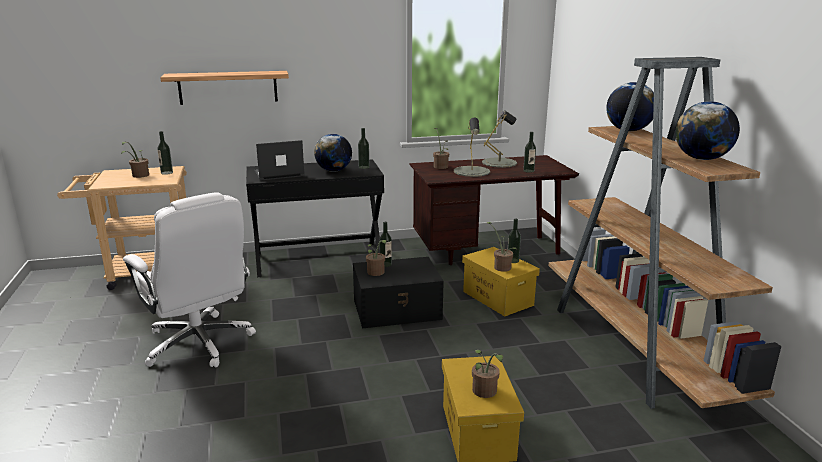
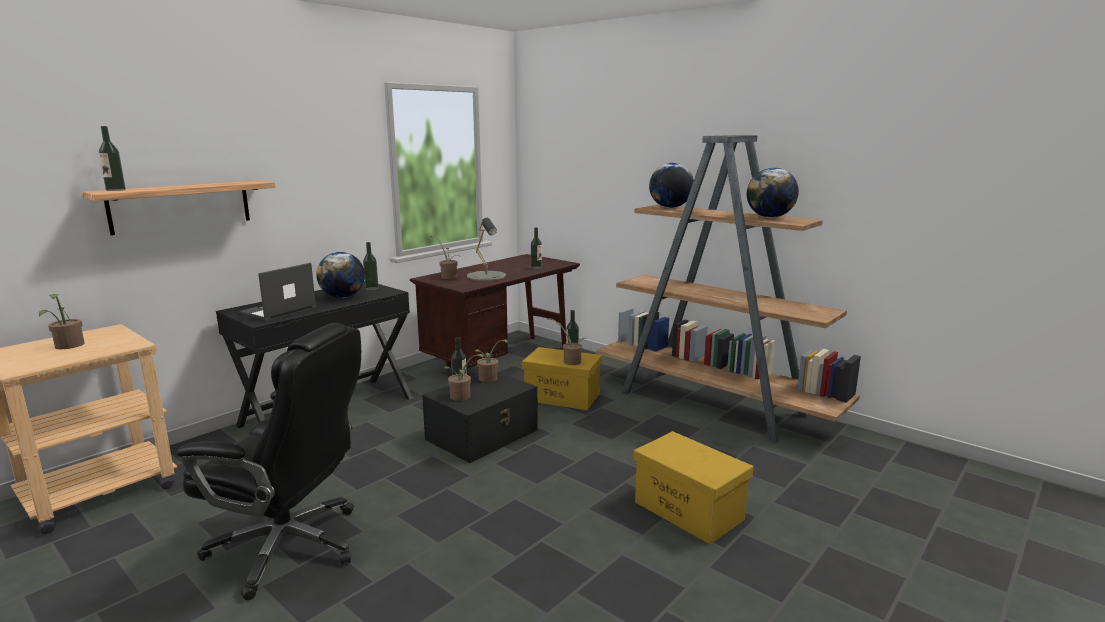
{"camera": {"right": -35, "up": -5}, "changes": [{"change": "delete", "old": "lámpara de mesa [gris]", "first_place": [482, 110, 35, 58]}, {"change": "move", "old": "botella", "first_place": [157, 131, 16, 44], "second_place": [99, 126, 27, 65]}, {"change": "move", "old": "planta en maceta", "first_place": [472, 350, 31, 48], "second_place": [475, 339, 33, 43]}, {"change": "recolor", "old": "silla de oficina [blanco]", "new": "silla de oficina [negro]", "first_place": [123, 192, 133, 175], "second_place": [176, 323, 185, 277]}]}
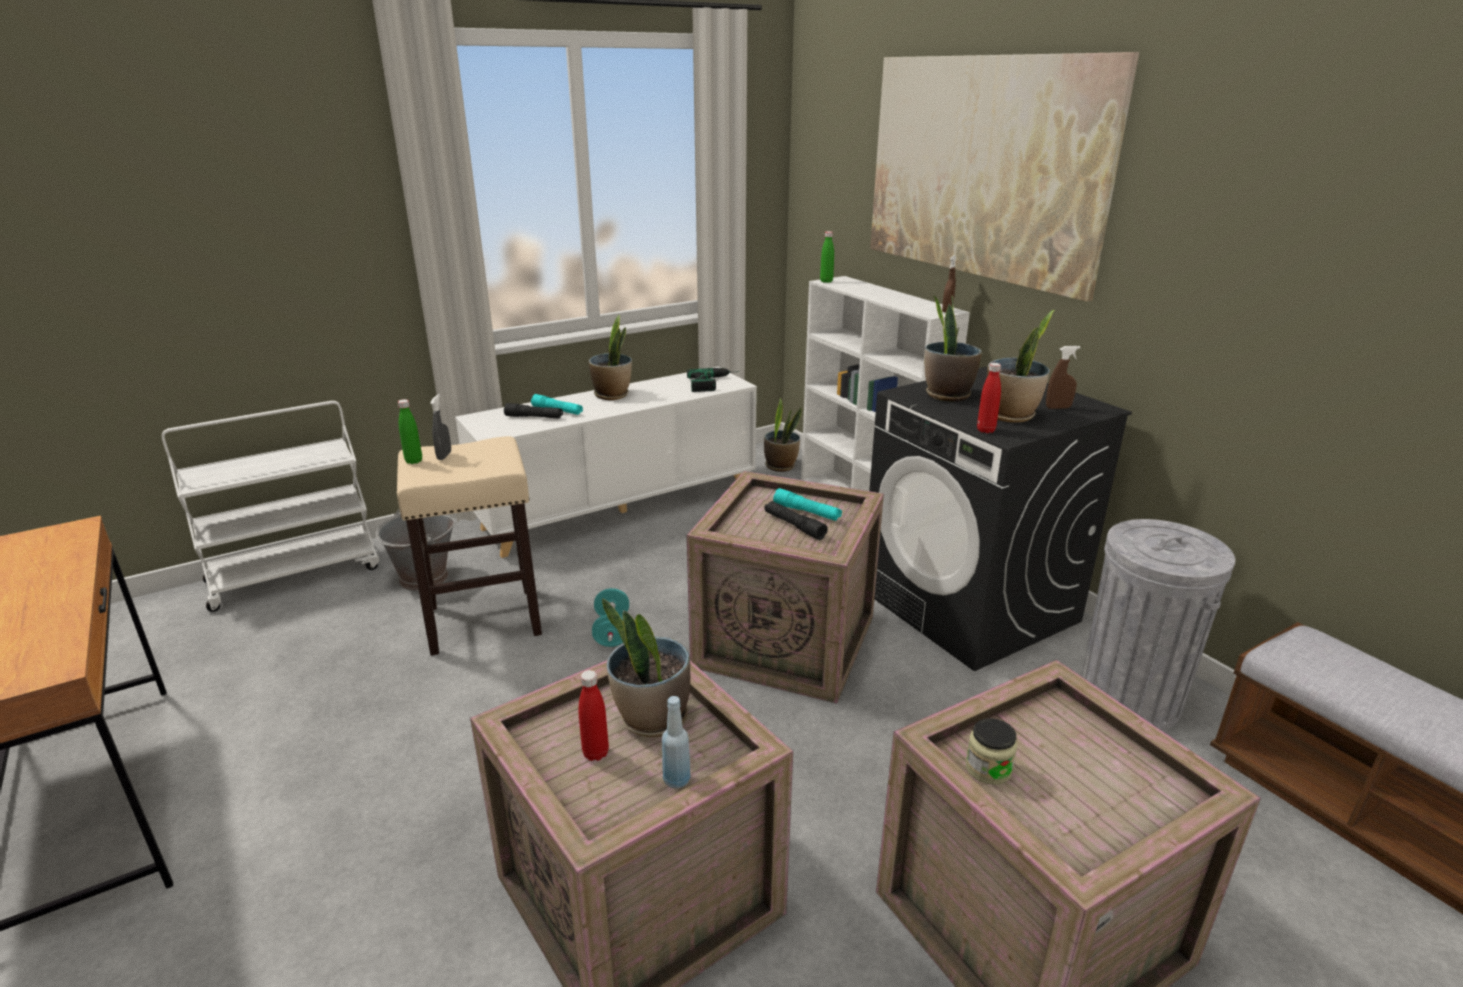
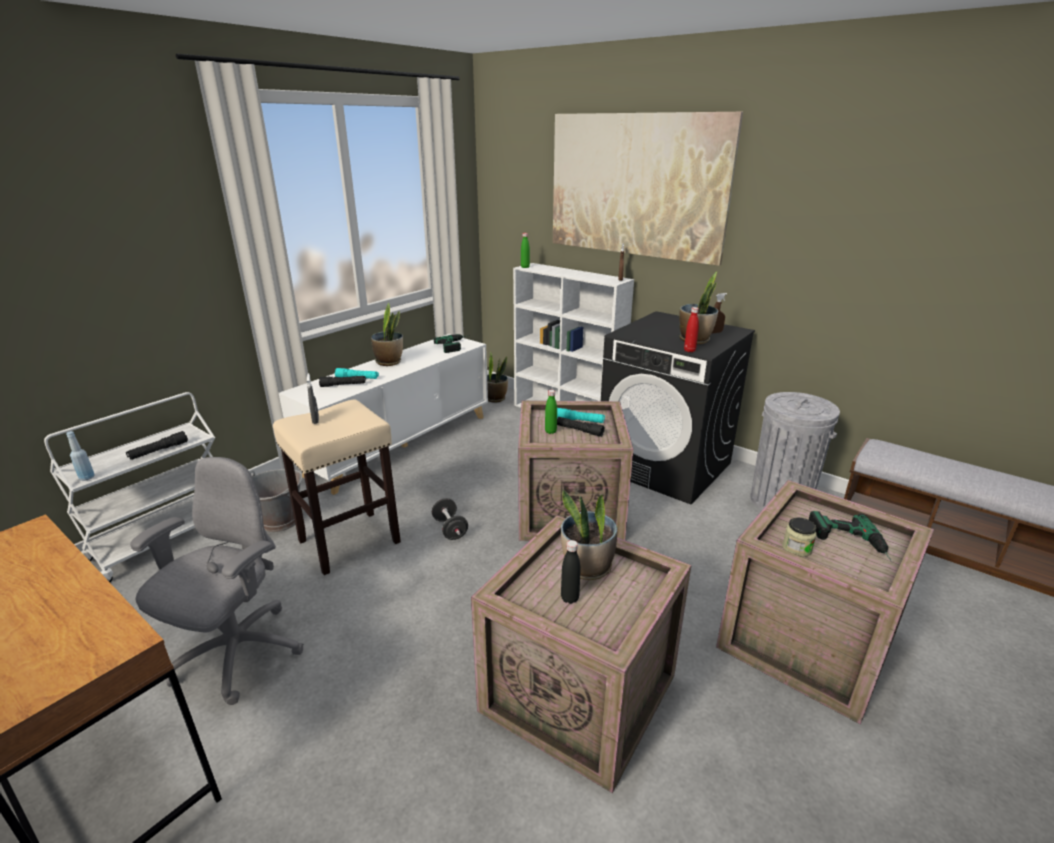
{"camera": {"right": -20, "up": 0}, "changes": [{"change": "delete", "old": "planta en maceta", "first_place": [924, 295, 58, 107]}, {"change": "insert", "new": "linterna [negro]", "second_place": [126, 431, 62, 29]}, {"change": "insert", "new": "silla de oficina [gris]", "second_place": [130, 457, 174, 248]}, {"change": "insert", "new": "taladro", "second_place": [809, 511, 83, 50]}, {"change": "move", "old": "botella [verde]", "first_place": [398, 399, 24, 65], "second_place": [545, 390, 12, 44]}, {"change": "move", "old": "botella [azul]", "first_place": [662, 696, 28, 93], "second_place": [66, 431, 28, 50]}, {"change": "recolor", "old": "botella [rojo]", "new": "botella [negro]", "first_place": [579, 670, 30, 91], "second_place": [561, 540, 20, 64]}, {"change": "recolor", "old": "mancuerna [turquesa]", "new": "mancuerna [negro]", "first_place": [592, 588, 37, 59], "second_place": [432, 498, 36, 42]}]}
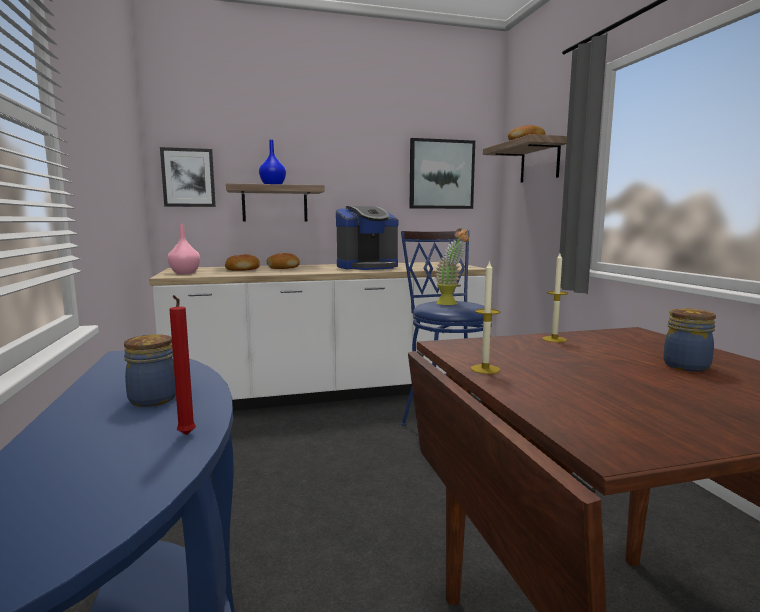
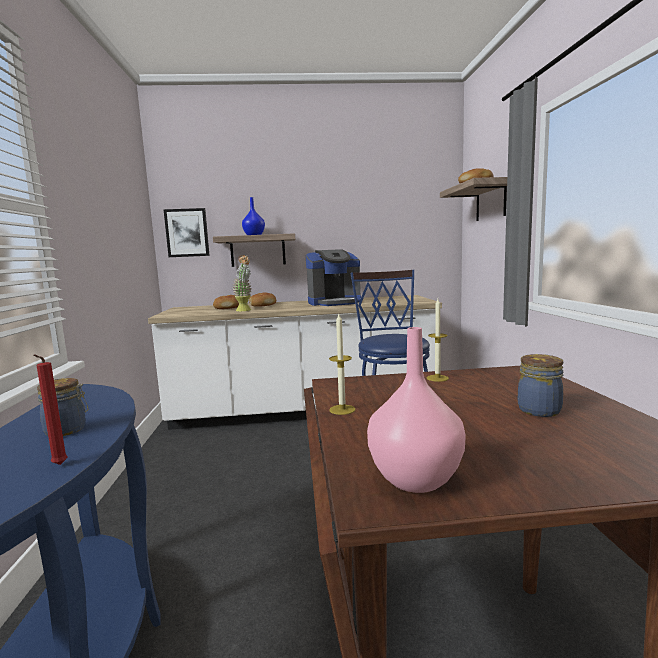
{"camera": {"right": 10, "up": 0}, "changes": [{"change": "delete", "old": "cuadro", "first_place": [410, 138, 65, 71]}, {"change": "move", "old": "florero [rosa]", "first_place": [168, 224, 32, 50], "second_place": [367, 327, 99, 166]}, {"change": "move", "old": "planta en maceta", "first_place": [434, 228, 35, 77], "second_place": [232, 255, 20, 56]}]}
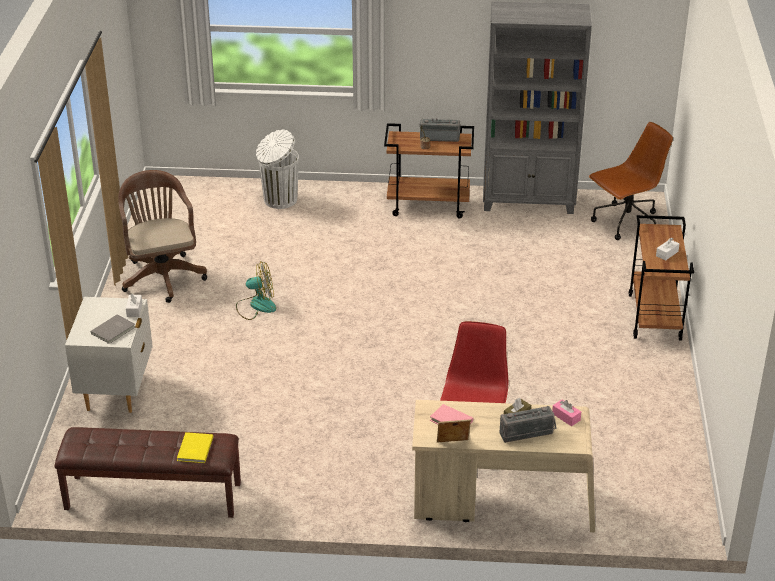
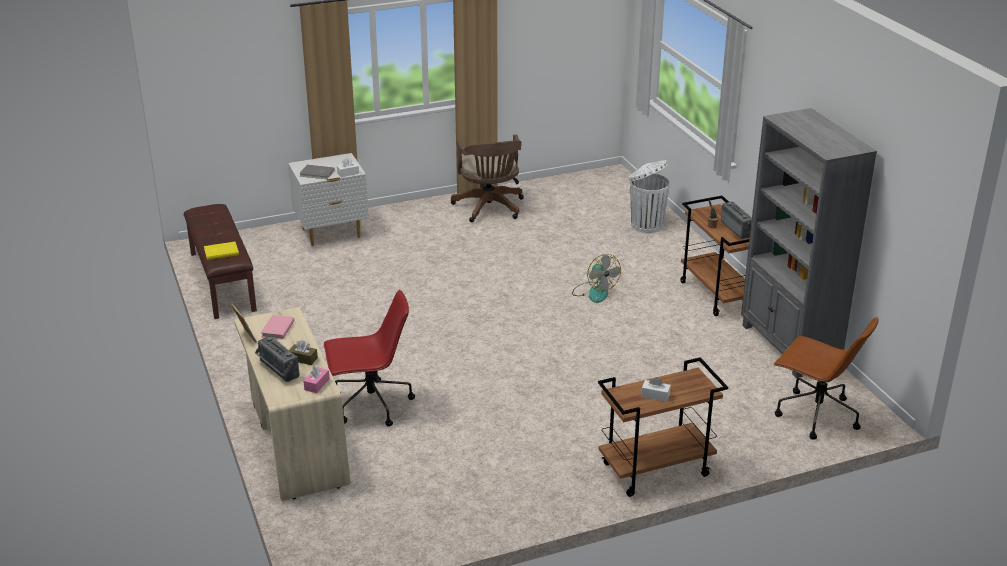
{"camera": {"right": 65, "up": -5}, "changes": [{"change": "move", "old": "ventilador", "first_place": [236, 261, 40, 59], "second_place": [572, 254, 49, 49]}, {"change": "rotate", "old": "silla de oficina [marrón]", "first_place": [118, 170, 89, 133], "second_place": [451, 134, 73, 88], "degrees": 120}]}
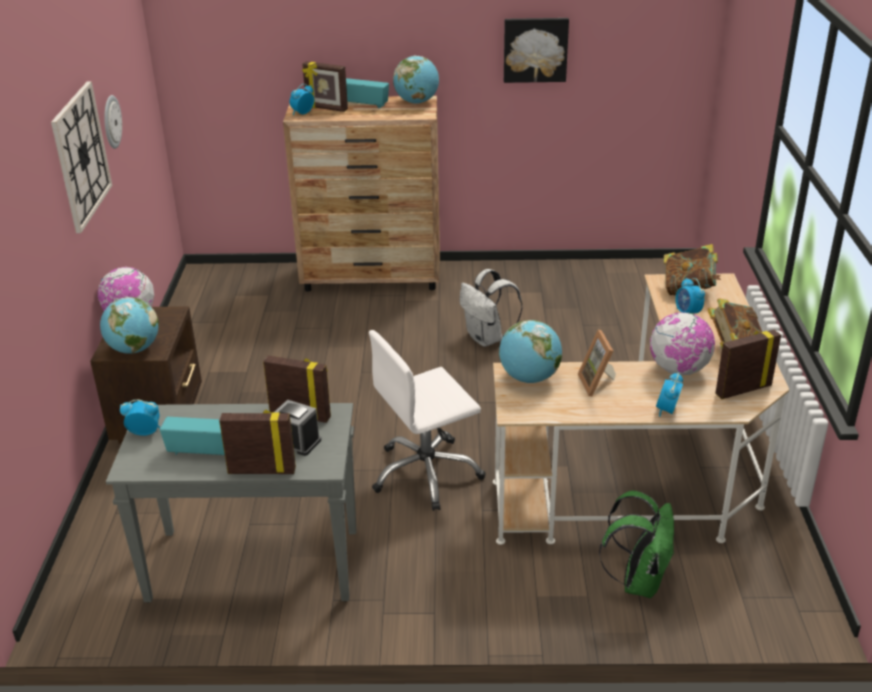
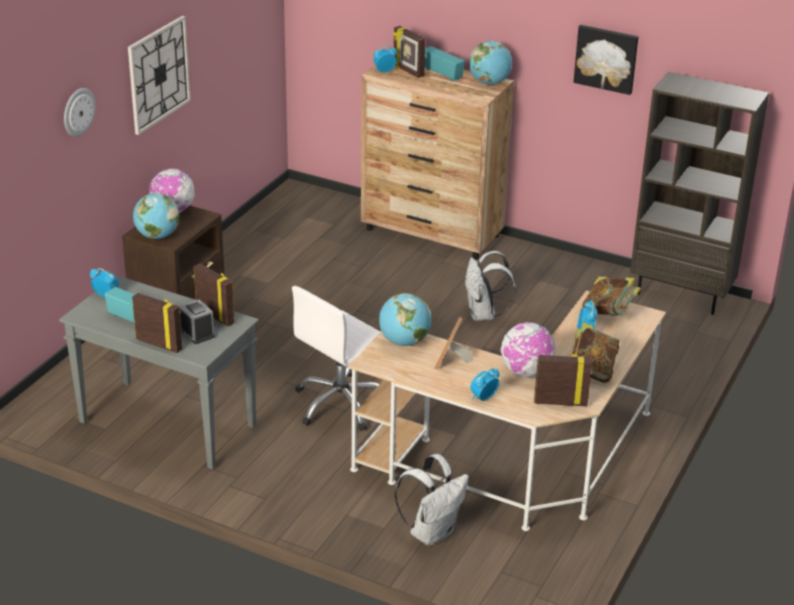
{"camera": {"right": 25, "up": 0}, "changes": [{"change": "insert", "new": "estantería [marrón]", "second_place": [630, 72, 139, 243]}, {"change": "move", "old": "reloj de pared", "first_place": [104, 95, 18, 54], "second_place": [64, 88, 32, 49]}, {"change": "recolor", "old": "mochila [verde]", "new": "mochila [blanco]", "first_place": [599, 491, 75, 107], "second_place": [395, 454, 74, 92]}, {"change": "rotate", "old": "silla de oficina [blanco]", "first_place": [369, 330, 116, 181], "second_place": [292, 286, 88, 145], "degrees": -45}]}
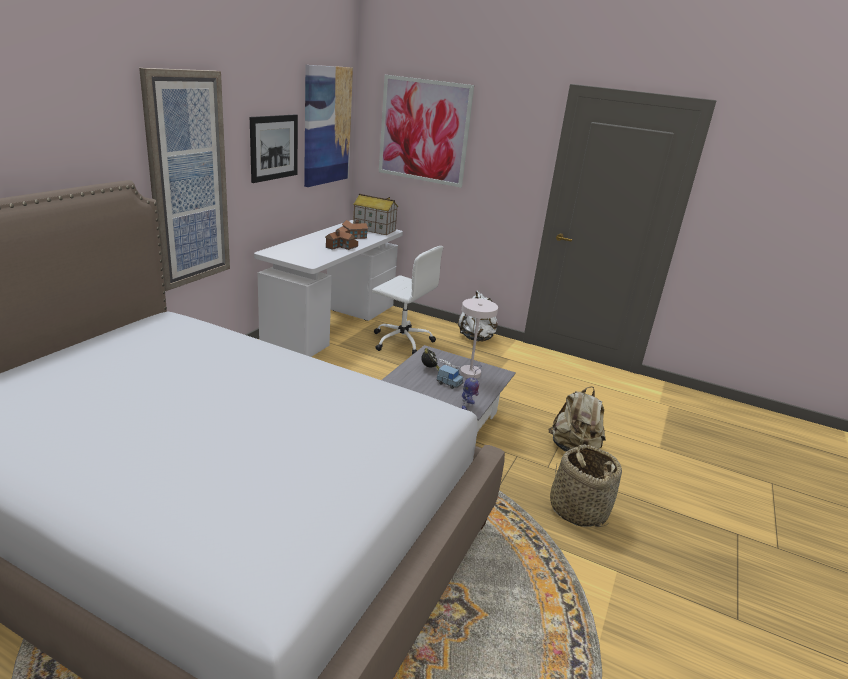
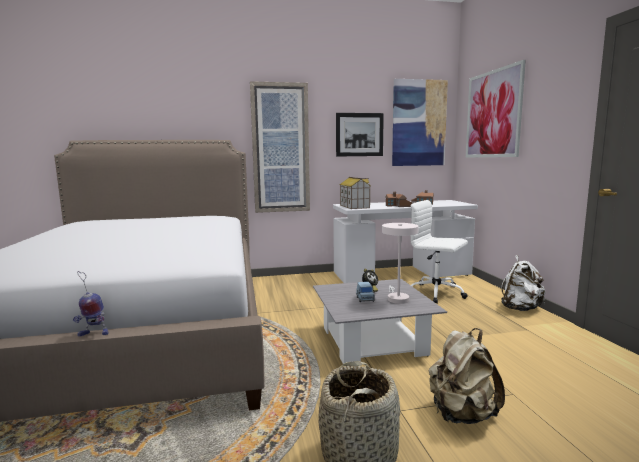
{"camera": {"right": 55, "up": -15}, "changes": [{"change": "move", "old": "casita", "first_place": [353, 194, 45, 41], "second_place": [339, 177, 32, 32]}, {"change": "move", "old": "robot de juguete", "first_place": [462, 365, 19, 45], "second_place": [73, 271, 36, 66]}, {"change": "rotate", "old": "silla de oficina [blanco]", "first_place": [372, 246, 71, 109], "second_place": [410, 200, 58, 103], "degrees": 135}]}
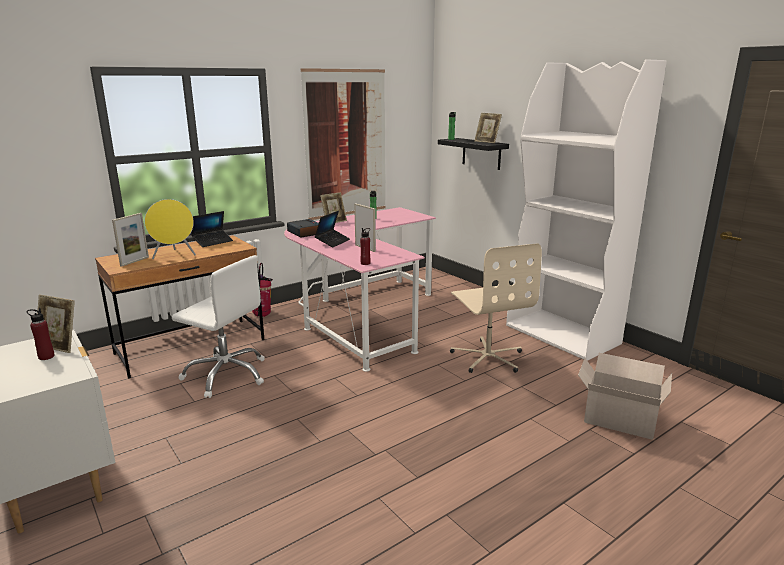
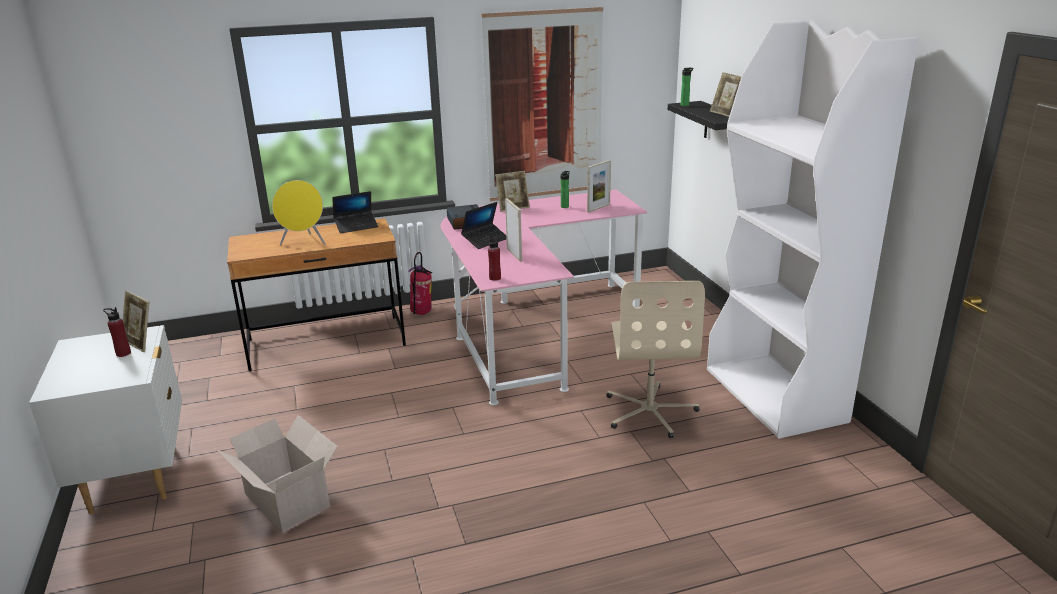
{"camera": {"right": 20, "up": 5}, "changes": [{"change": "delete", "old": "silla de oficina [blanco]", "first_place": [172, 255, 93, 143]}, {"change": "move", "old": "portarretratos", "first_place": [112, 213, 37, 54], "second_place": [587, 160, 24, 53]}, {"change": "move", "old": "caja de cartón", "first_place": [578, 353, 94, 87], "second_place": [217, 415, 121, 116]}]}
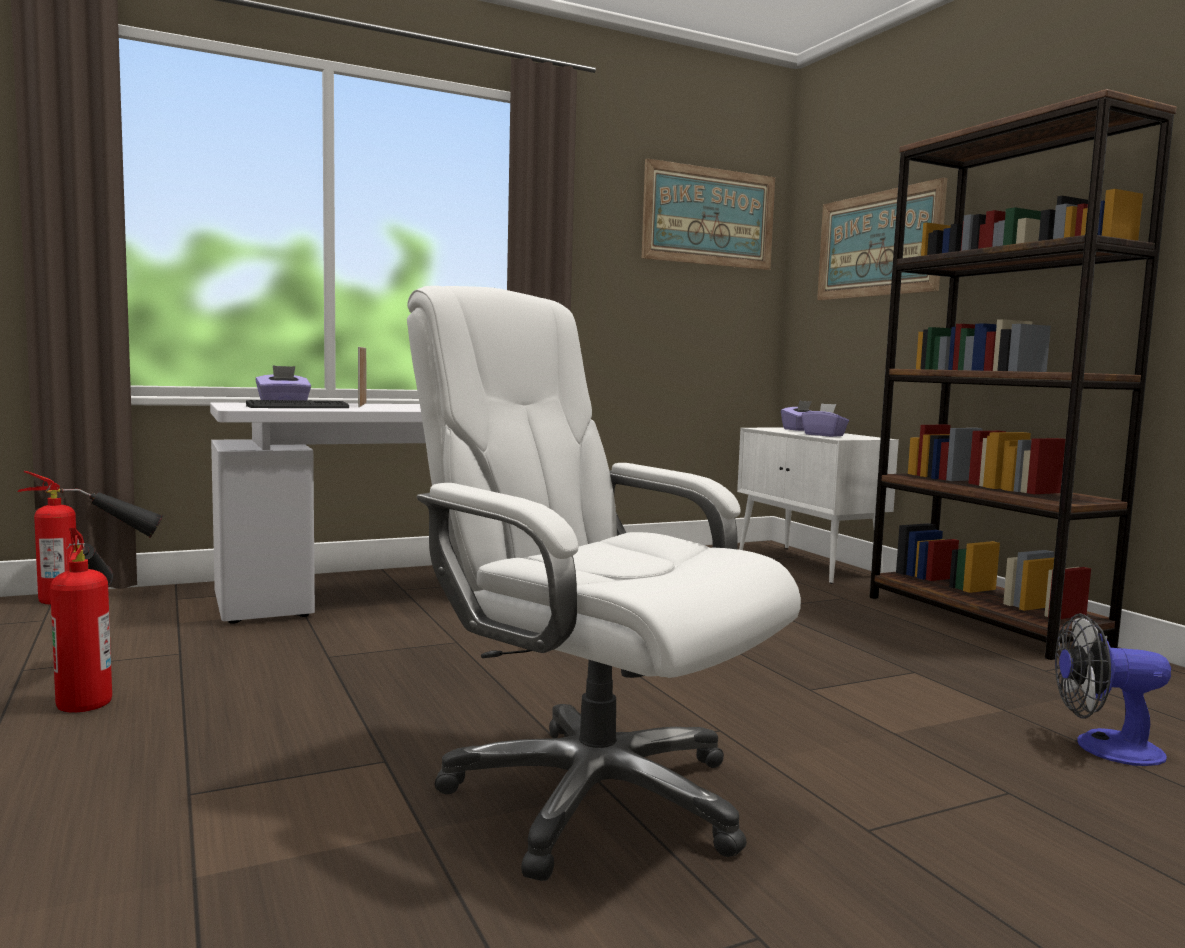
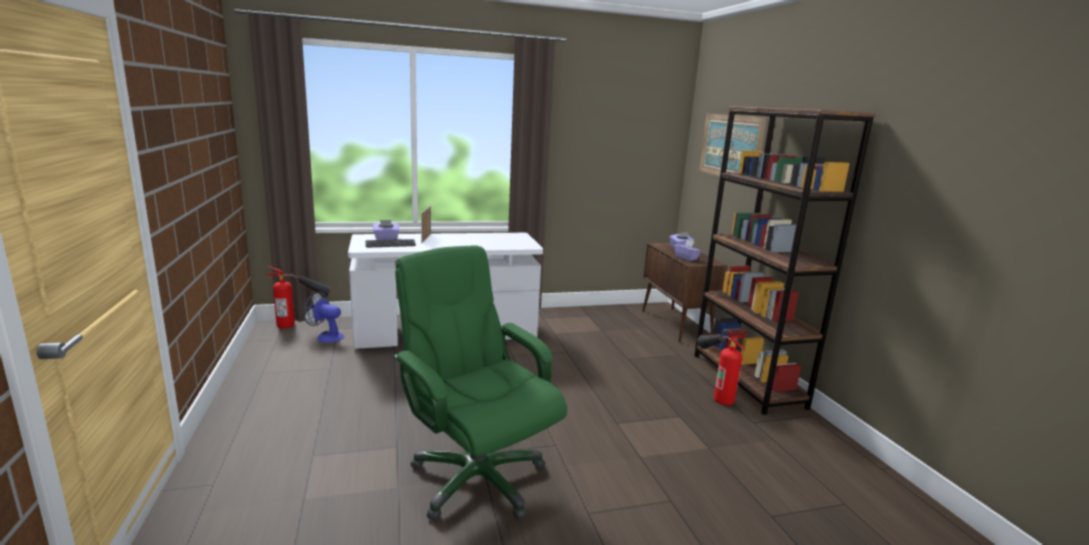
{"camera": {"right": 10, "up": 10}, "changes": [{"change": "delete", "old": "cuadro", "first_place": [642, 158, 133, 112]}, {"change": "move", "old": "extintor", "first_place": [50, 528, 63, 184], "second_place": [697, 334, 48, 71]}, {"change": "move", "old": "ventilador", "first_place": [1055, 613, 116, 153], "second_place": [303, 292, 41, 51]}, {"change": "recolor", "old": "silla de oficina [blanco]", "new": "silla de oficina [verde]", "first_place": [407, 286, 394, 595], "second_place": [393, 245, 174, 276]}, {"change": "recolor", "old": "armario [blanco]", "new": "armario [marrón]", "first_place": [737, 428, 162, 156], "second_place": [642, 243, 86, 100]}]}
